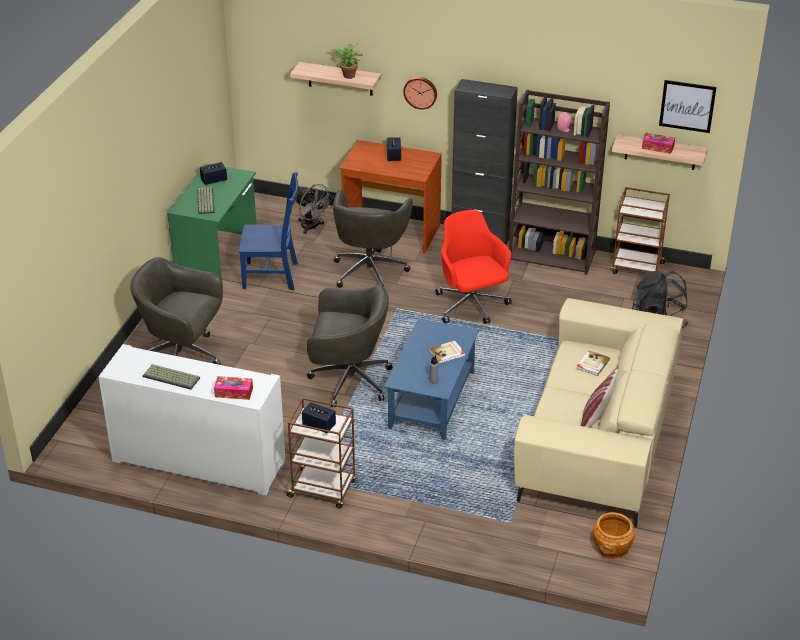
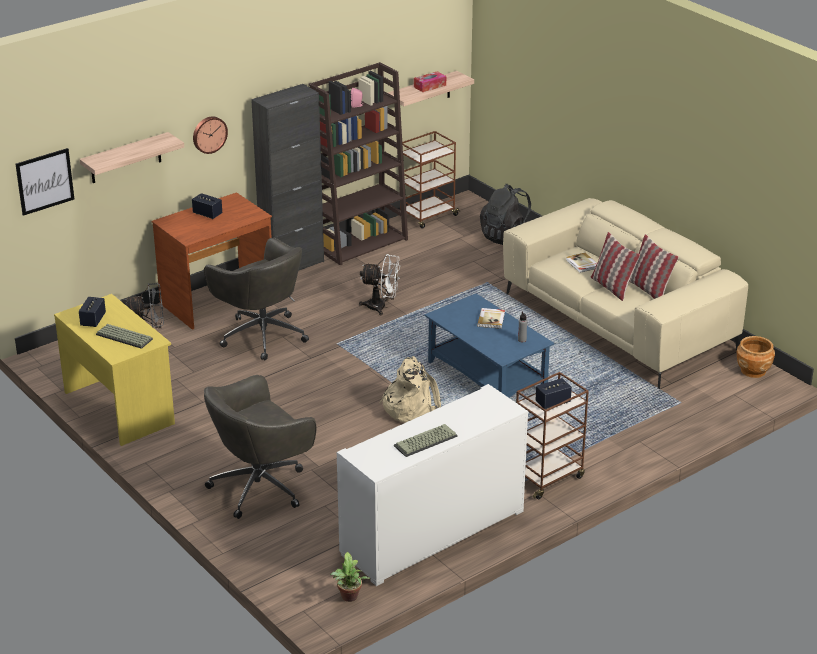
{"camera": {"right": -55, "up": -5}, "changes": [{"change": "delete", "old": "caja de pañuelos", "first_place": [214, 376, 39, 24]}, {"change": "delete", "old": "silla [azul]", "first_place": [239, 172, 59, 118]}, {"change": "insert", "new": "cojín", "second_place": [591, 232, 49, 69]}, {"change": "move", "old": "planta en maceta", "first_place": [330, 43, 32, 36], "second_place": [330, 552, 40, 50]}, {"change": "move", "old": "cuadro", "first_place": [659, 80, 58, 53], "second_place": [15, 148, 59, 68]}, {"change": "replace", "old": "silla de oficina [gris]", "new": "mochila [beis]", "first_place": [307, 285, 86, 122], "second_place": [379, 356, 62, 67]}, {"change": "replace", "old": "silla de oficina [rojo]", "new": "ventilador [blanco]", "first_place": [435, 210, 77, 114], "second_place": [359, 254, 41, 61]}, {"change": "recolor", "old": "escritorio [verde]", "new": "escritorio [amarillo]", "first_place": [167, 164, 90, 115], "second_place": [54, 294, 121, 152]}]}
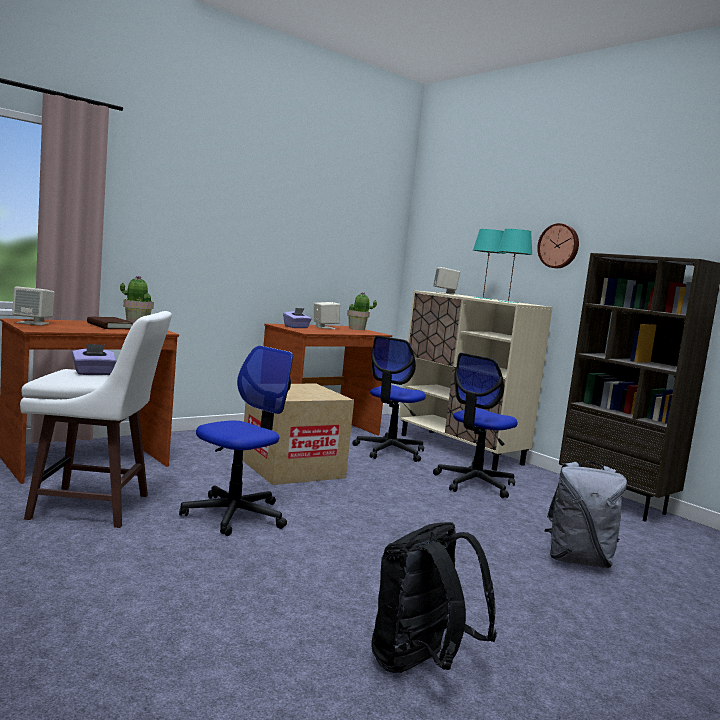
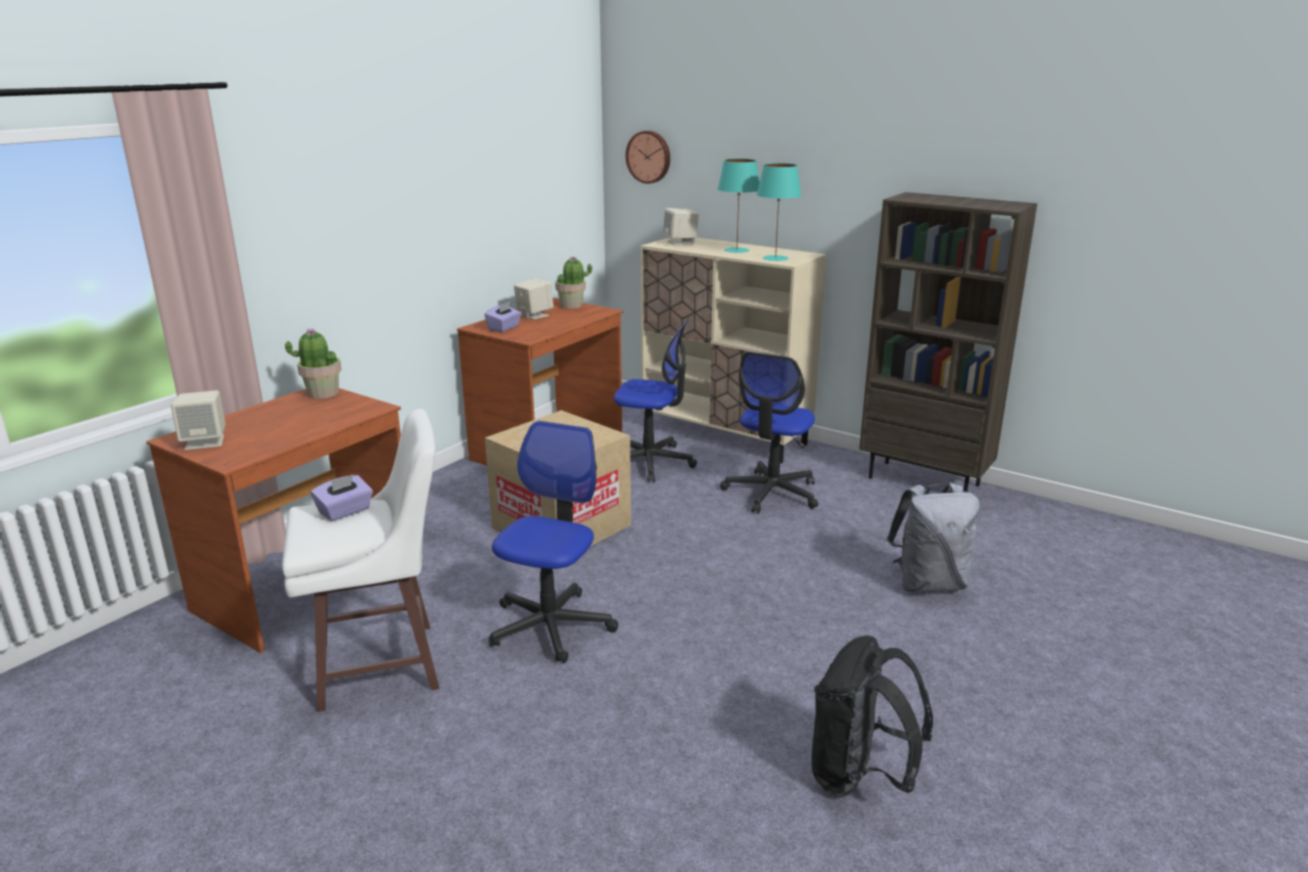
{"camera": {"right": -15, "up": 15}, "changes": [{"change": "delete", "old": "libro [marrón]", "first_place": [87, 317, 46, 12]}, {"change": "move", "old": "reloj de pared", "first_place": [537, 223, 42, 45], "second_place": [626, 131, 44, 53]}, {"change": "rotate", "old": "silla de oficina", "first_place": [352, 336, 74, 126], "second_place": [614, 320, 83, 162], "degrees": -90}]}
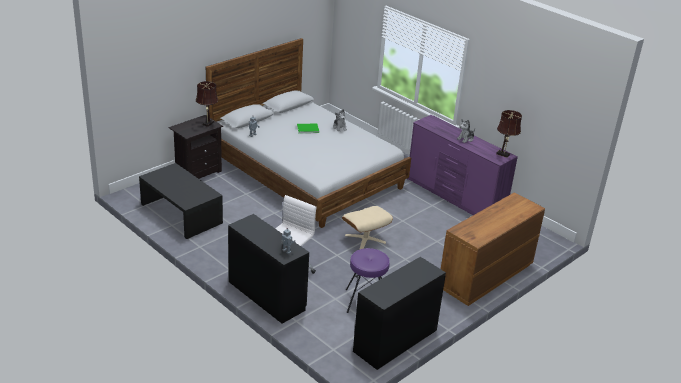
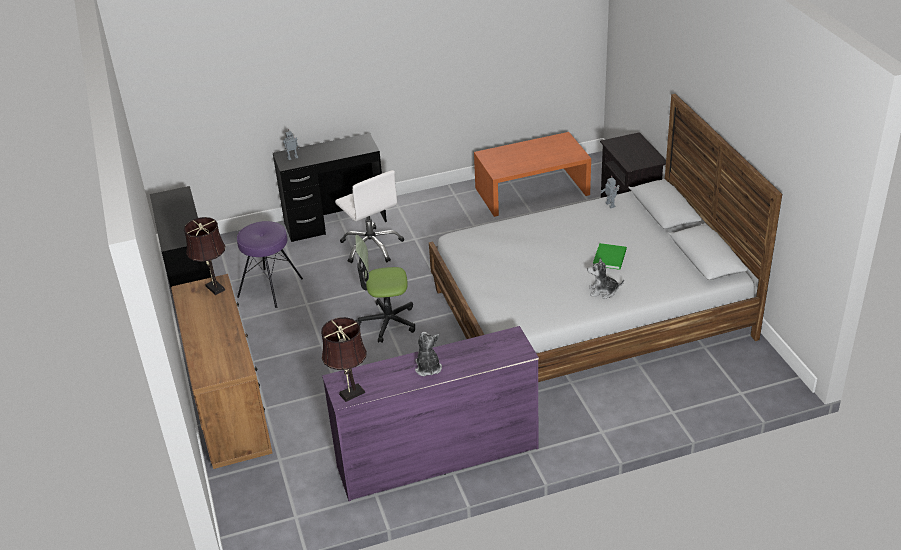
{"camera": {"right": 120, "up": 5}, "changes": [{"change": "move", "old": "lámpara de mesa [marrón]", "first_place": [196, 81, 22, 46], "second_place": [184, 217, 41, 78]}, {"change": "replace", "old": "puf [beis]", "new": "silla de oficina", "first_place": [342, 206, 51, 44], "second_place": [355, 235, 60, 108]}, {"change": "recolor", "old": "mesa de centro [negro]", "new": "mesa de centro [naranja]", "first_place": [139, 163, 84, 76], "second_place": [474, 132, 117, 85]}]}
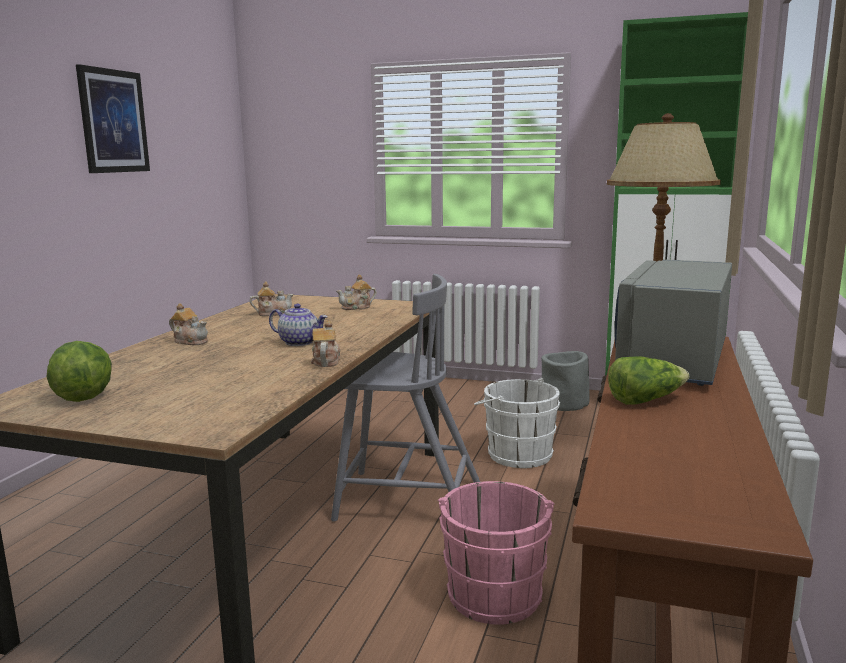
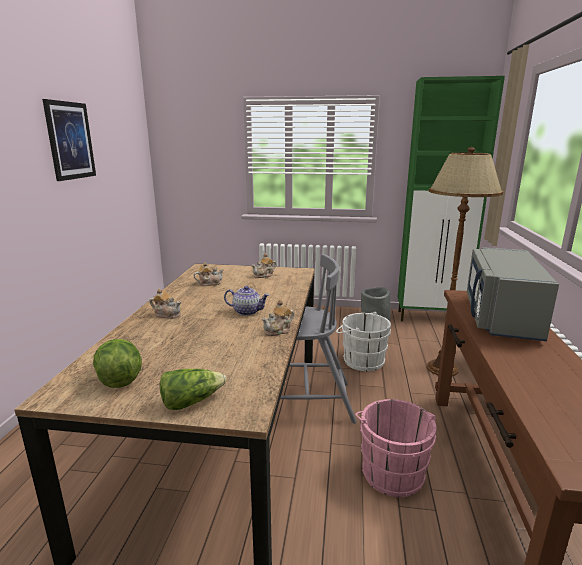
{"camera": {"right": -10, "up": 5}, "changes": [{"change": "move", "old": "lechuga", "first_place": [608, 356, 81, 49], "second_place": [160, 369, 66, 41]}, {"change": "rotate", "old": "tetera", "first_place": [311, 320, 29, 47], "second_place": [262, 300, 32, 36], "degrees": -120}]}
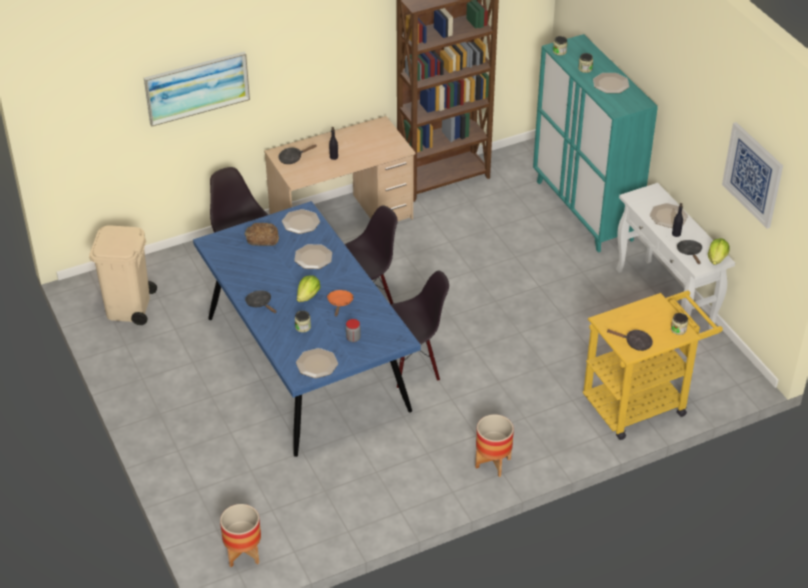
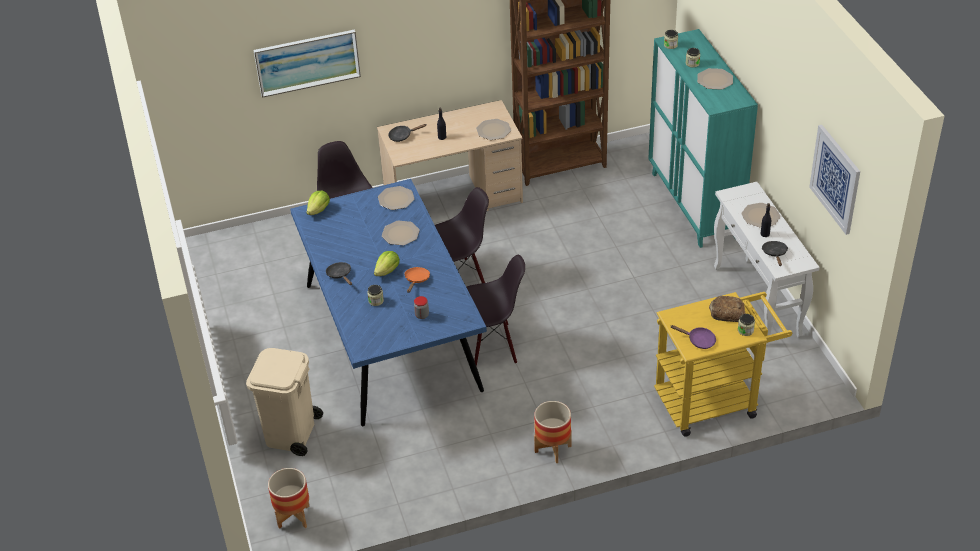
{"camera": {"right": 10, "up": 0}, "changes": [{"change": "move", "old": "papelera [beis]", "first_place": [89, 225, 68, 100], "second_place": [246, 348, 77, 108]}, {"change": "move", "old": "pan", "first_place": [245, 223, 34, 23], "second_place": [709, 296, 37, 26]}, {"change": "move", "old": "plato", "first_place": [296, 348, 42, 30], "second_place": [476, 119, 35, 21]}, {"change": "move", "old": "lechuga", "first_place": [708, 238, 22, 27], "second_place": [307, 191, 23, 24]}, {"change": "recolor", "old": "sartén [negro]", "new": "sartén [morado]", "first_place": [607, 329, 46, 22], "second_place": [670, 325, 46, 24]}]}
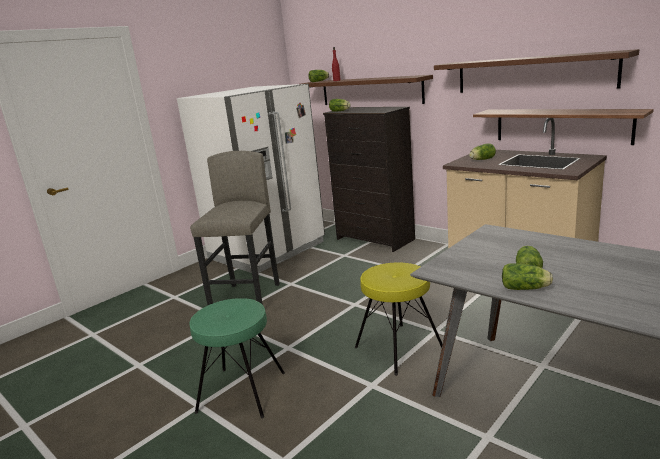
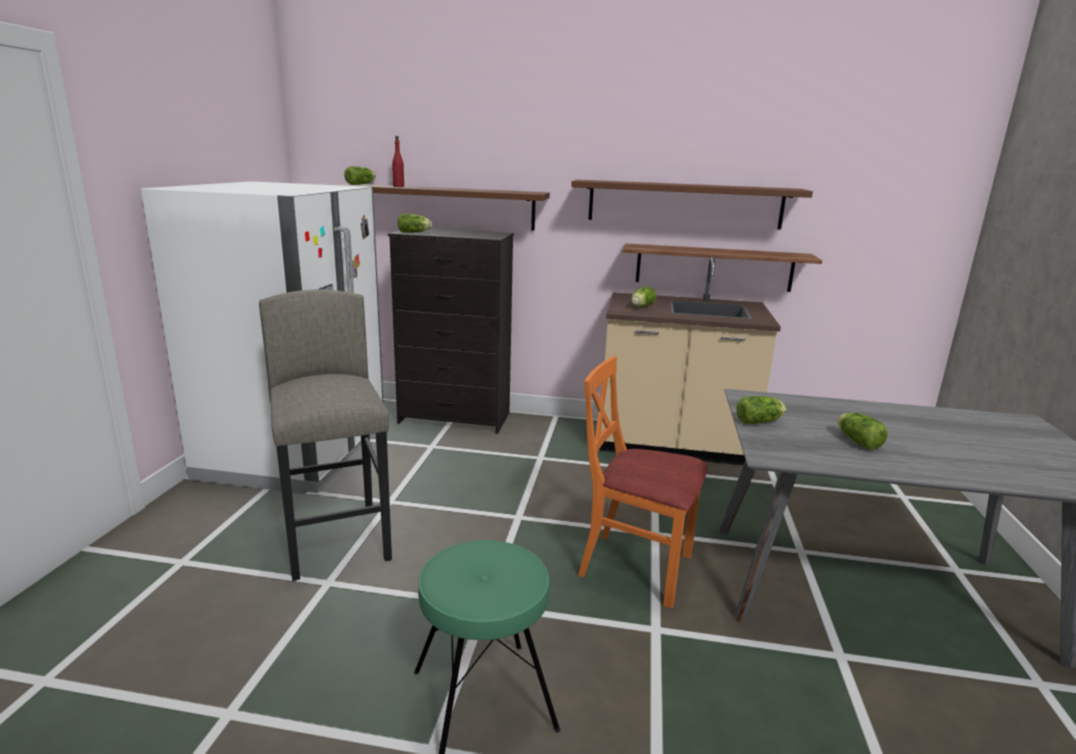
{"camera": {"right": -35, "up": 0}, "changes": [{"change": "move", "old": "lechuga", "first_place": [502, 263, 51, 27], "second_place": [736, 396, 51, 28]}, {"change": "replace", "old": "taburete [amarillo]", "new": "silla [naranja]", "first_place": [355, 262, 87, 114], "second_place": [578, 356, 130, 252]}]}
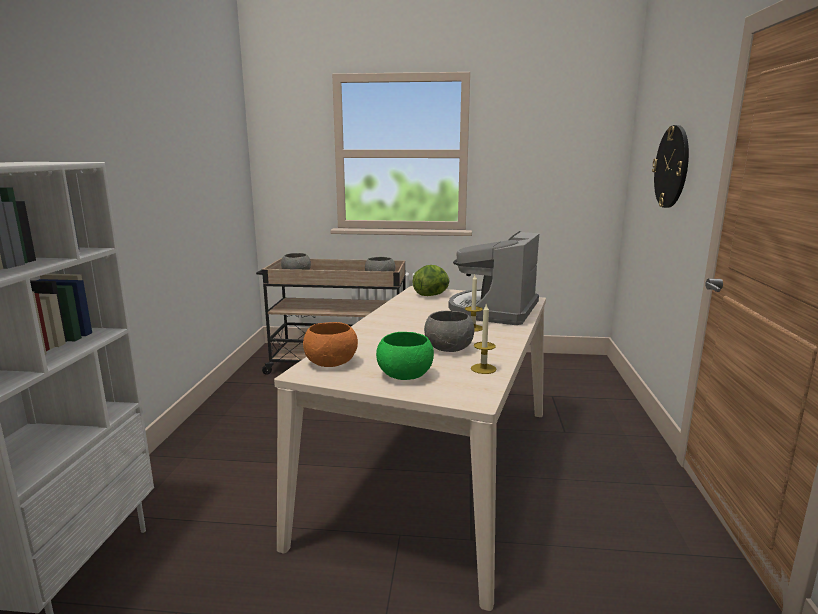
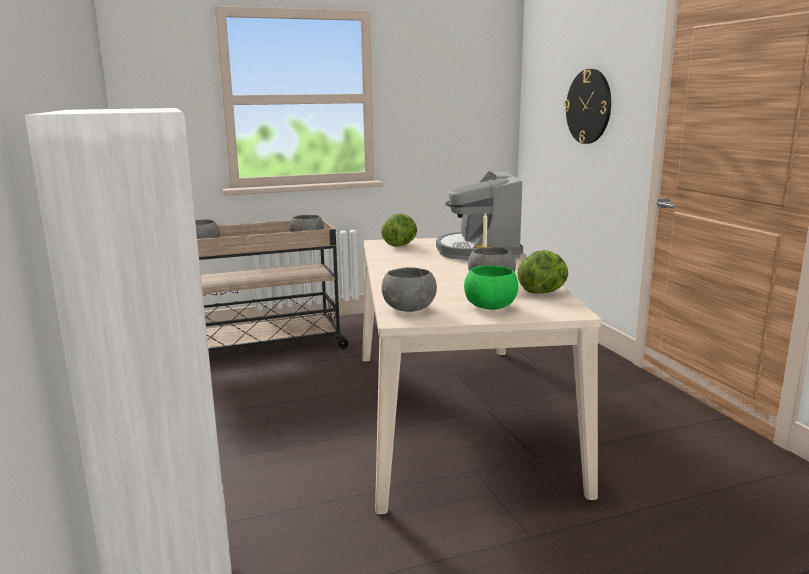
{"camera": {"right": -25, "up": 0}, "changes": [{"change": "replace", "old": "vela", "new": "lechuga", "first_place": [471, 303, 26, 71], "second_place": [517, 250, 51, 44]}, {"change": "recolor", "old": "cuenco [naranja]", "new": "cuenco [gris]", "first_place": [303, 322, 55, 45], "second_place": [382, 267, 55, 45]}]}
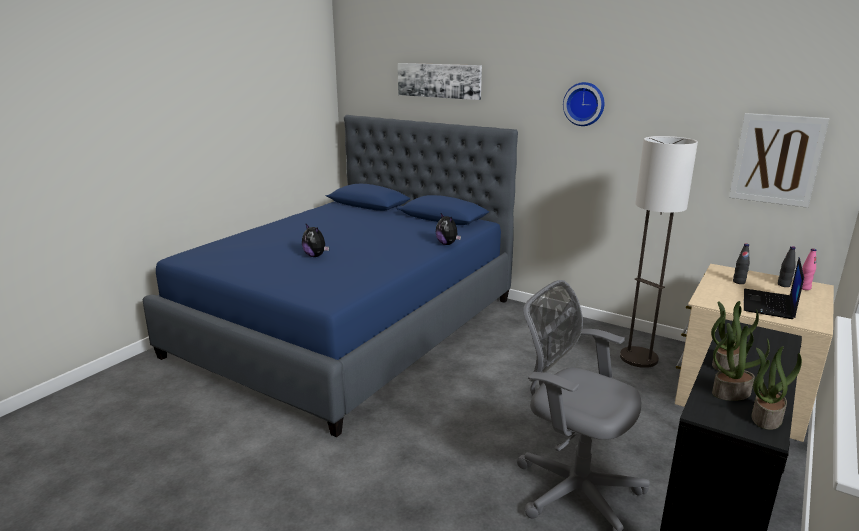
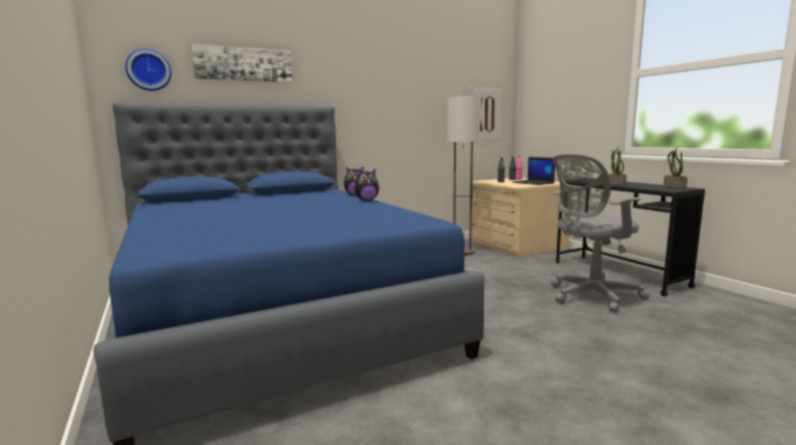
{"camera": {"right": -60, "up": -10}, "changes": [{"change": "delete", "old": "planta en maceta", "first_place": [712, 323, 58, 78]}, {"change": "move", "old": "peluche", "first_place": [302, 224, 27, 33], "second_place": [355, 169, 24, 32]}, {"change": "move", "old": "reloj de pared", "first_place": [563, 82, 41, 44], "second_place": [125, 49, 47, 42]}]}
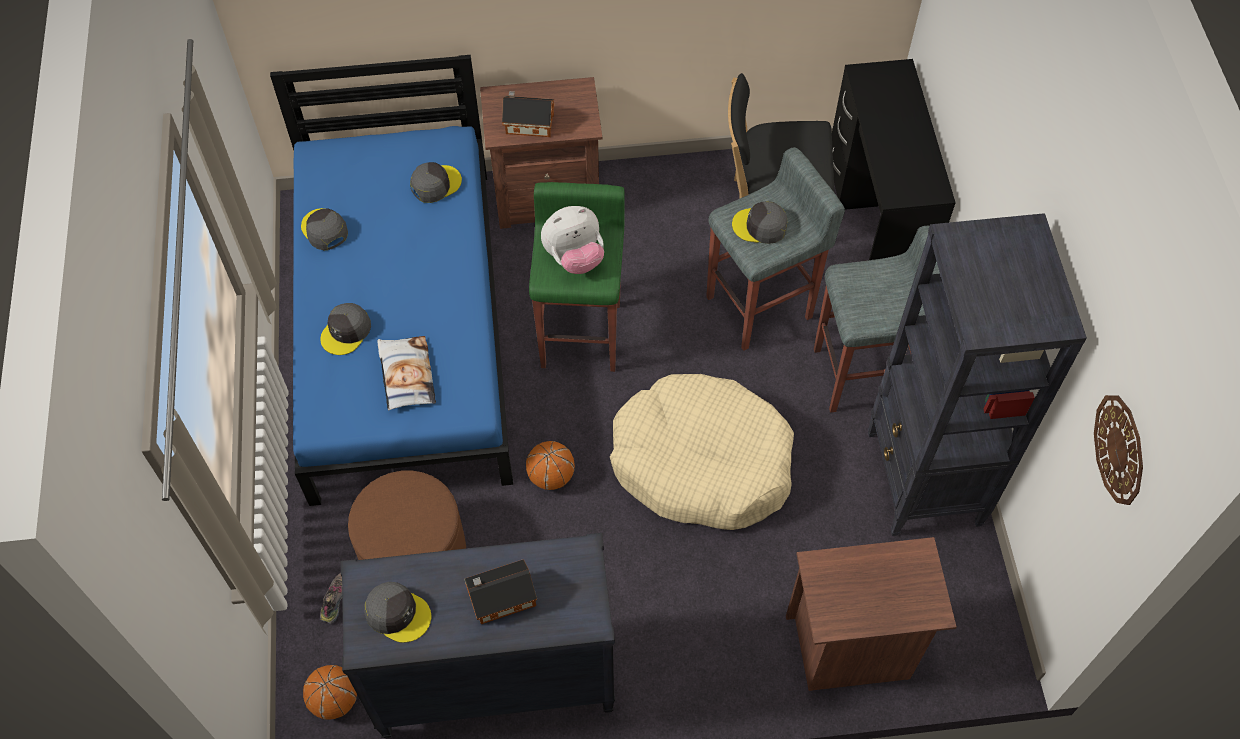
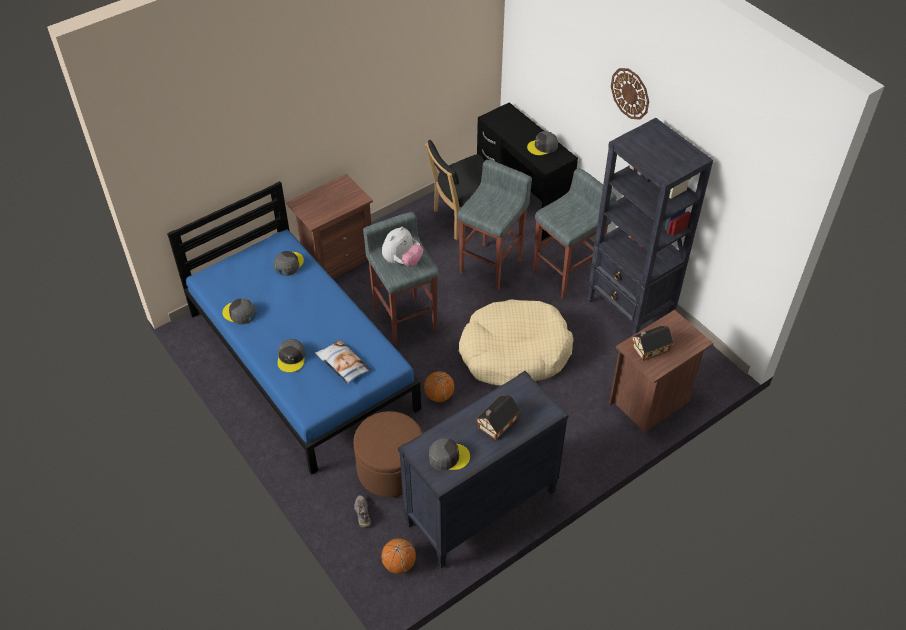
{"camera": {"right": -30, "up": -10}, "changes": [{"change": "move", "old": "casita", "first_place": [502, 91, 52, 46], "second_place": [632, 326, 41, 35]}, {"change": "move", "old": "gorra [gris]", "first_place": [732, 201, 55, 43], "second_place": [527, 131, 31, 24]}, {"change": "move", "old": "reloj de pared", "first_place": [1094, 395, 49, 110], "second_place": [611, 68, 38, 52]}, {"change": "recolor", "old": "taburete [verde]", "new": "taburete [gris]", "first_place": [529, 182, 96, 190], "second_place": [363, 212, 76, 134]}]}
